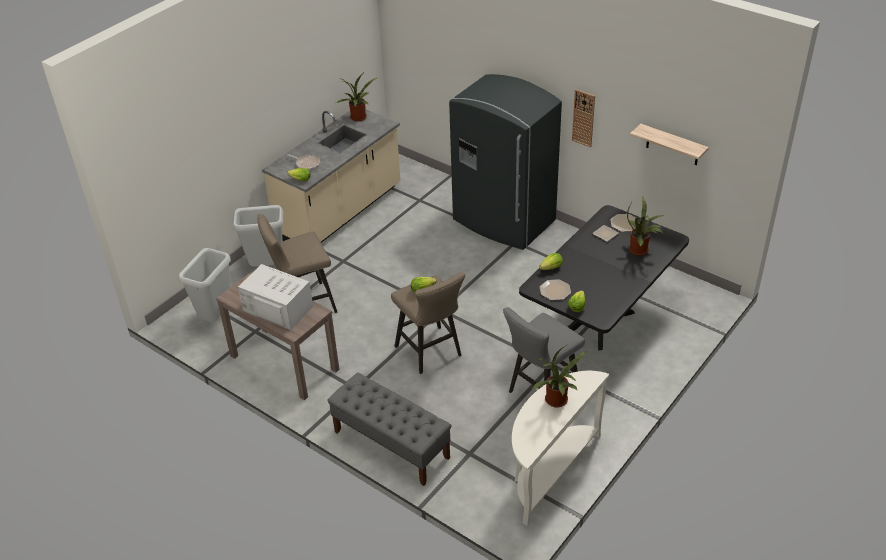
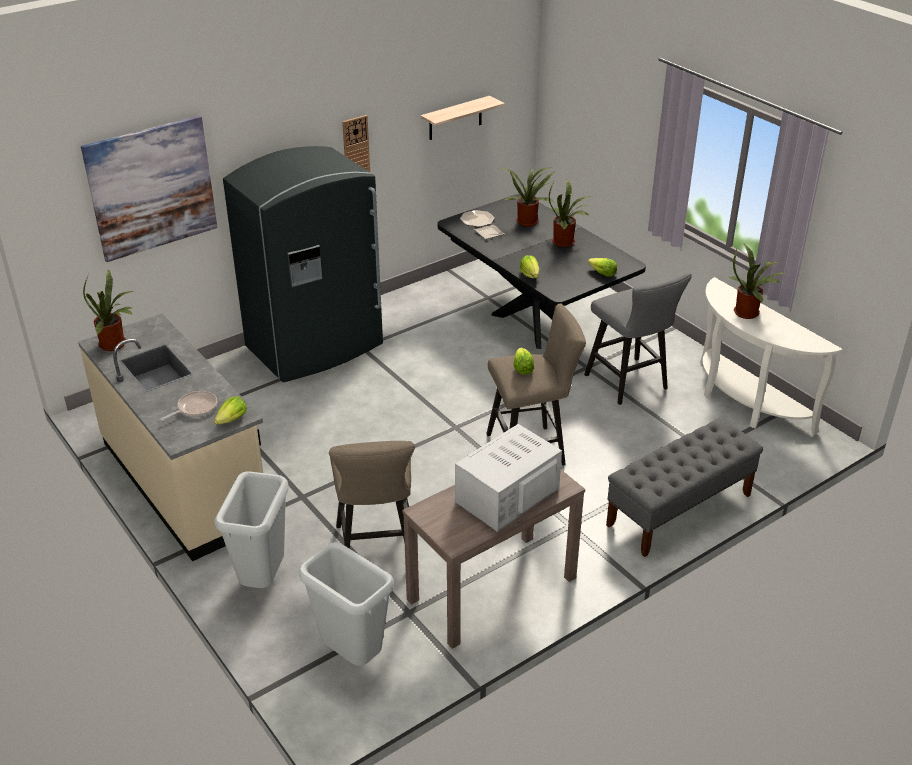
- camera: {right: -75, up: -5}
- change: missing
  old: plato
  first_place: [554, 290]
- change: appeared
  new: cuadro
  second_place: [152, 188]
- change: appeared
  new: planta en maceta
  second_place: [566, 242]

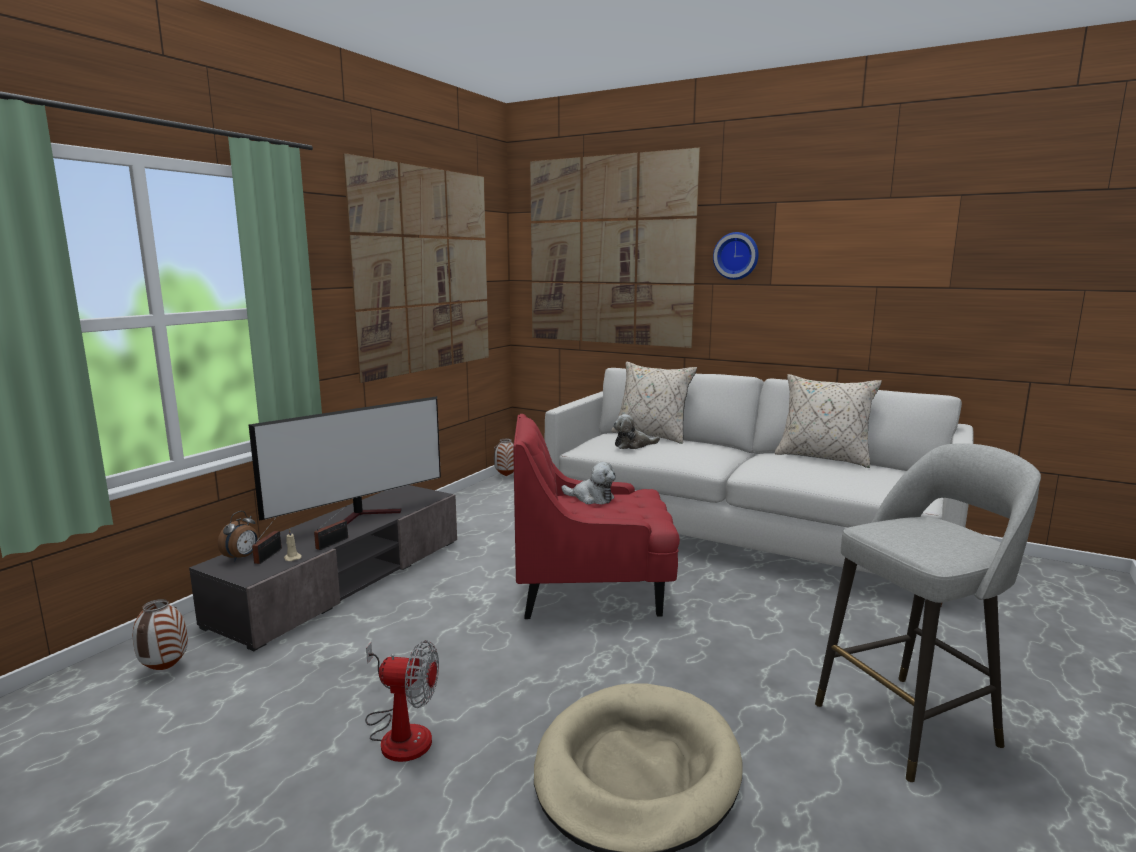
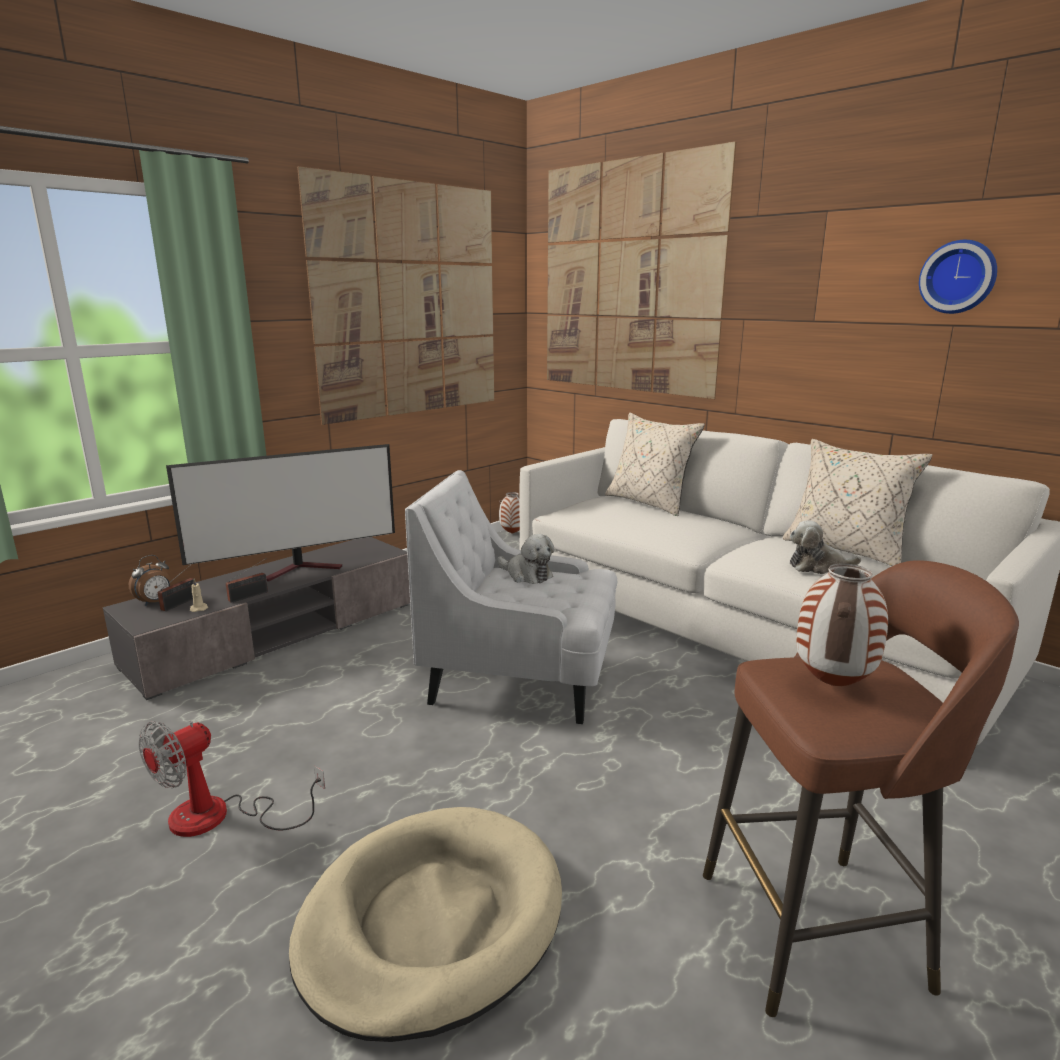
- camera: {right: 15, up: 5}
- change: relocated
  old: reloj de pared
  first_place: [736, 256]
  second_place: [958, 277]
- change: colour
  old: sillón [rojo]
  new: sillón [blanco]
  first_place: [592, 591]
  second_place: [521, 681]
- change: relocated
  old: peluche
  first_place: [633, 445]
  second_place: [818, 566]
- change: colour
  old: taburete [gris]
  new: taburete [marrón]
  first_place: [910, 724]
  second_place: [818, 929]
- change: relocated
  old: florero
  first_place: [165, 668]
  second_place: [831, 684]
- change: spun
  old: ventilador
  first_place: [400, 732]
  second_place: [219, 817]
  degrees: 105

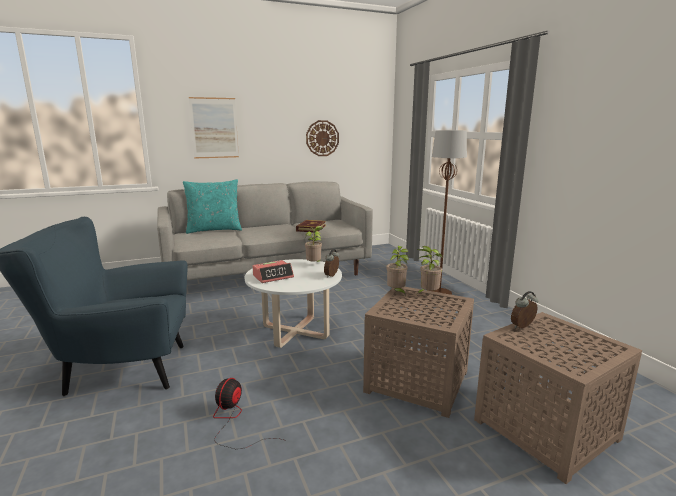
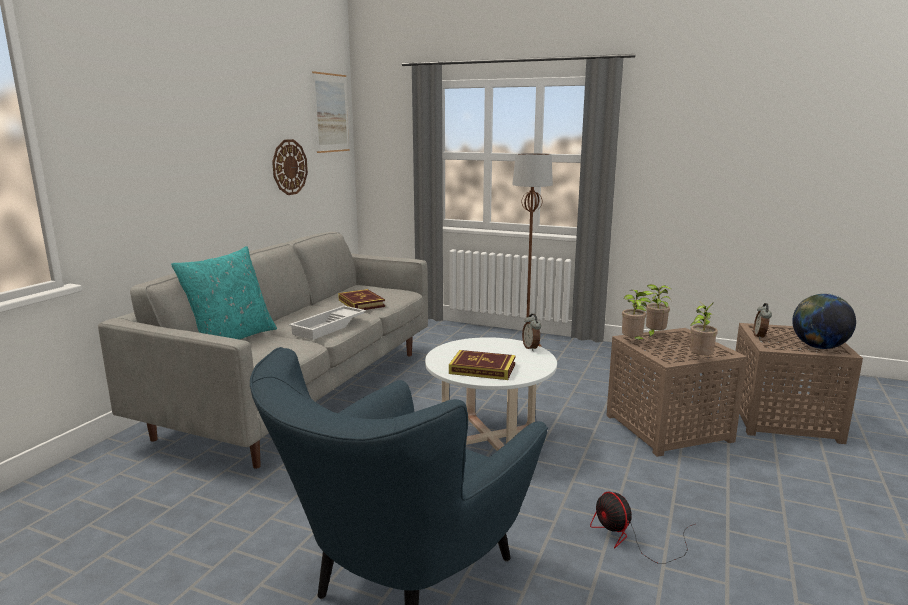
- camera: {right: -45, up: 0}
- change: relocated
  old: cuadro
  first_place: [214, 128]
  second_place: [331, 113]
- change: relocated
  old: planta en maceta
  first_place: [314, 264]
  second_place: [700, 359]
- change: exchanged
  old: despertador
  new: libro
  first_place: [273, 276]
  second_place: [482, 369]
- change: appeared
  new: globo terráqueo
  second_place: [818, 347]
- change: appeared
  new: bandeja [blanco]
  second_place: [329, 327]

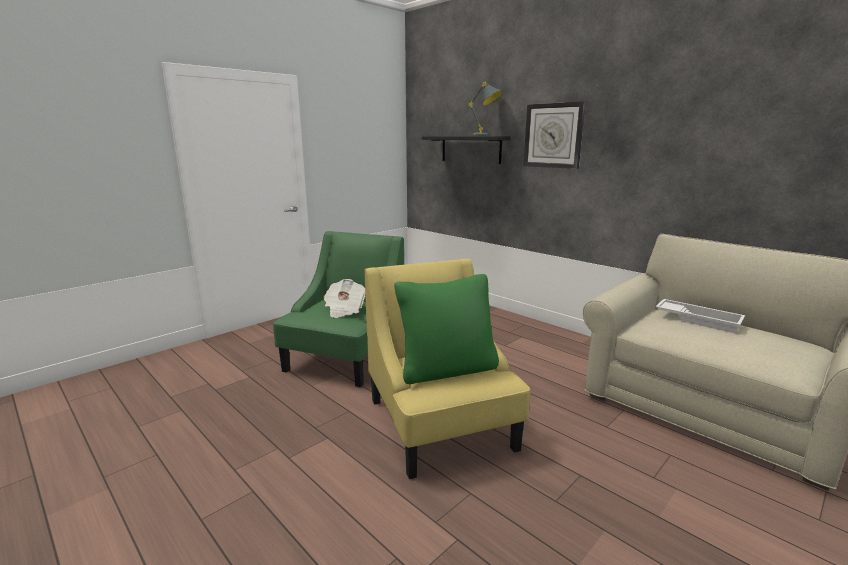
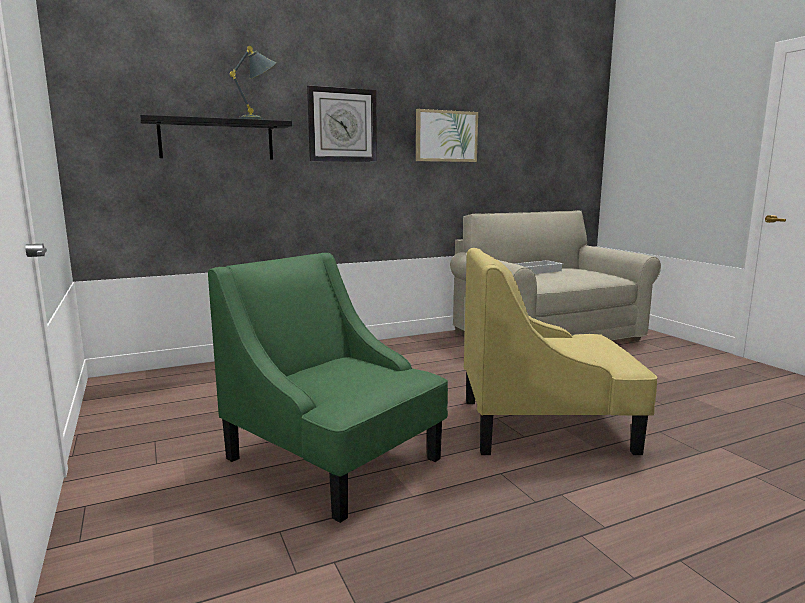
- camera: {right: -70, up: -5}
- change: missing
  old: cojín [verde]
  first_place: [447, 369]
- change: missing
  old: periódico
  first_place: [344, 309]
- change: appeared
  new: cuadro
  second_place: [446, 136]

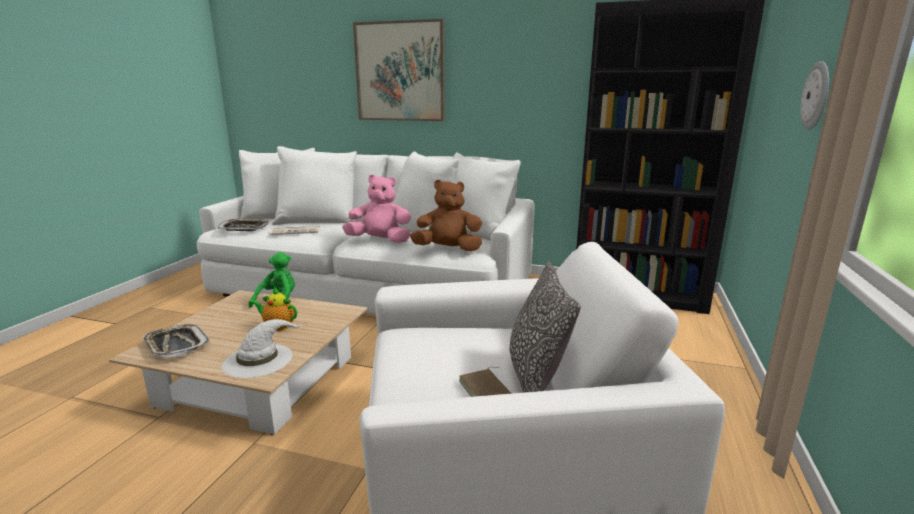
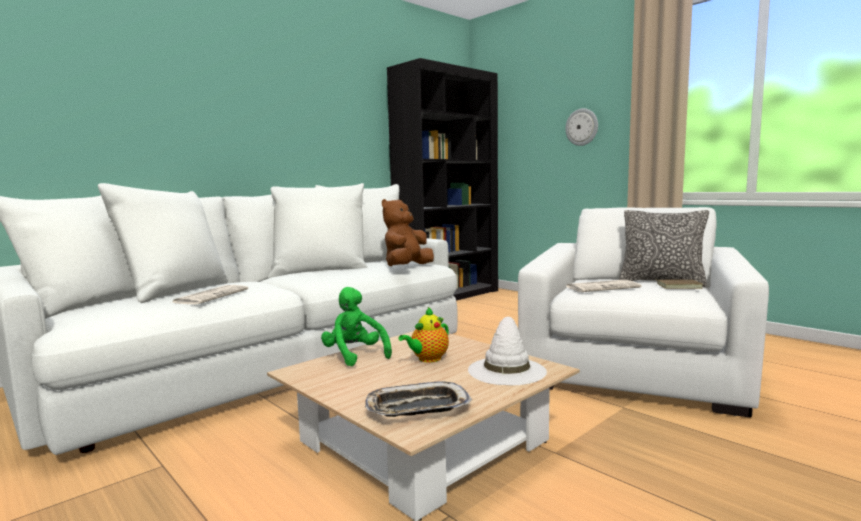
- camera: {right: -60, up: -10}
- change: missing
  old: cuadro
  first_place: [400, 72]
- change: missing
  old: peluche [rosa]
  first_place: [380, 241]
- change: missing
  old: bandeja
  first_place: [244, 228]
- change: appeared
  new: periódico
  second_place: [603, 287]

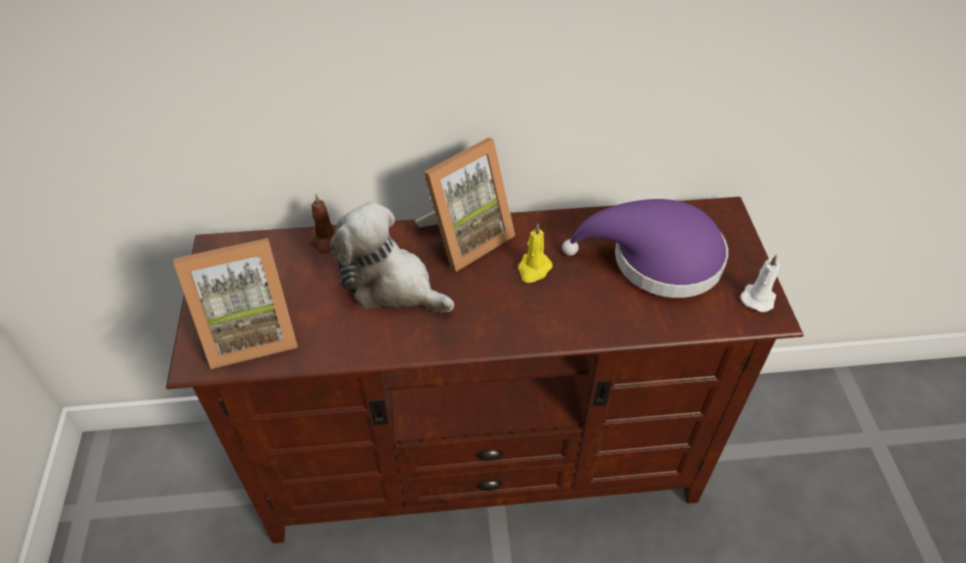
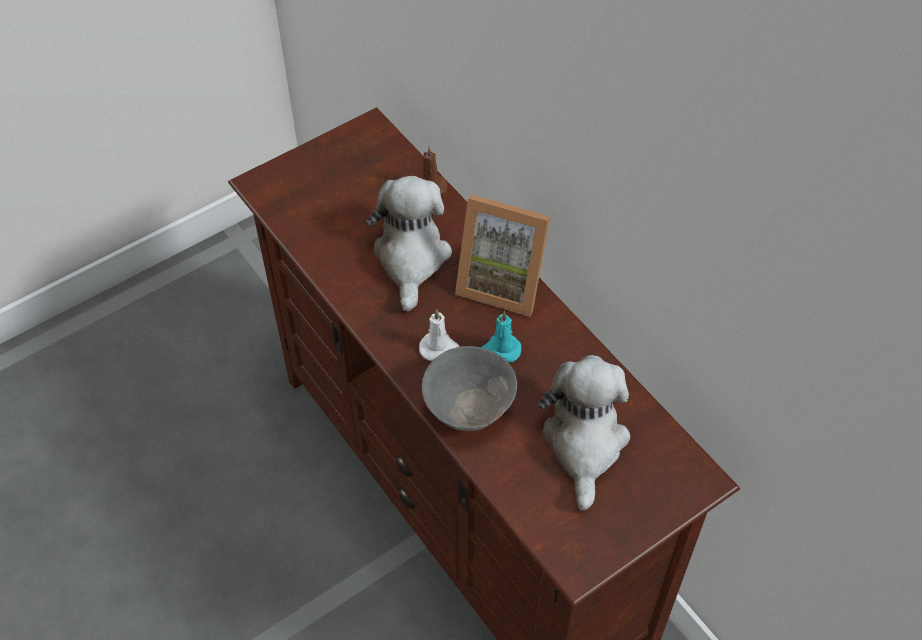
- camera: {right: 60, up: 5}
- change: exchanged
  old: sombrero [morado]
  new: peluche
  first_place: [656, 259]
  second_place: [584, 443]
- change: colour
  old: vela [amarillo]
  new: vela [turquesa]
  first_place: [533, 269]
  second_place: [500, 350]
- change: missing
  old: portarretratos
  first_place: [250, 332]
- change: relocated
  old: vela [blanco]
  first_place: [758, 297]
  second_place: [439, 348]
- change: appeared
  new: cuenco [gris]
  second_place: [469, 410]

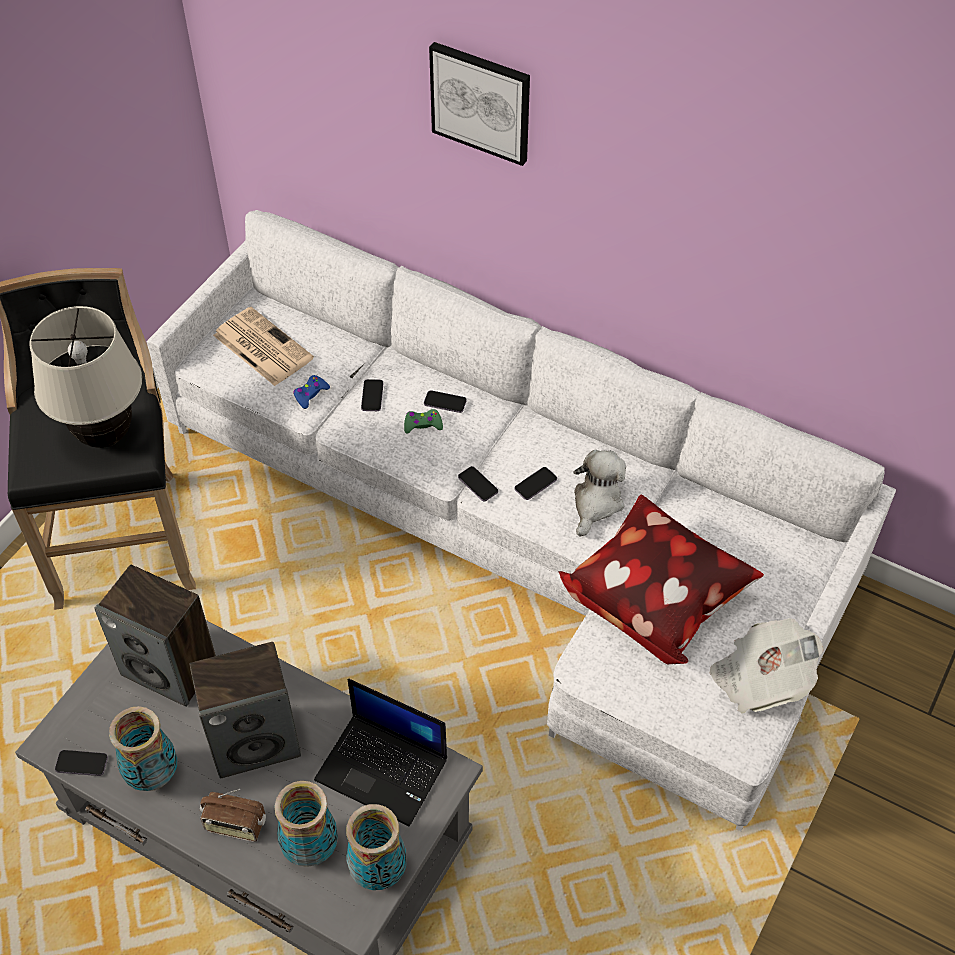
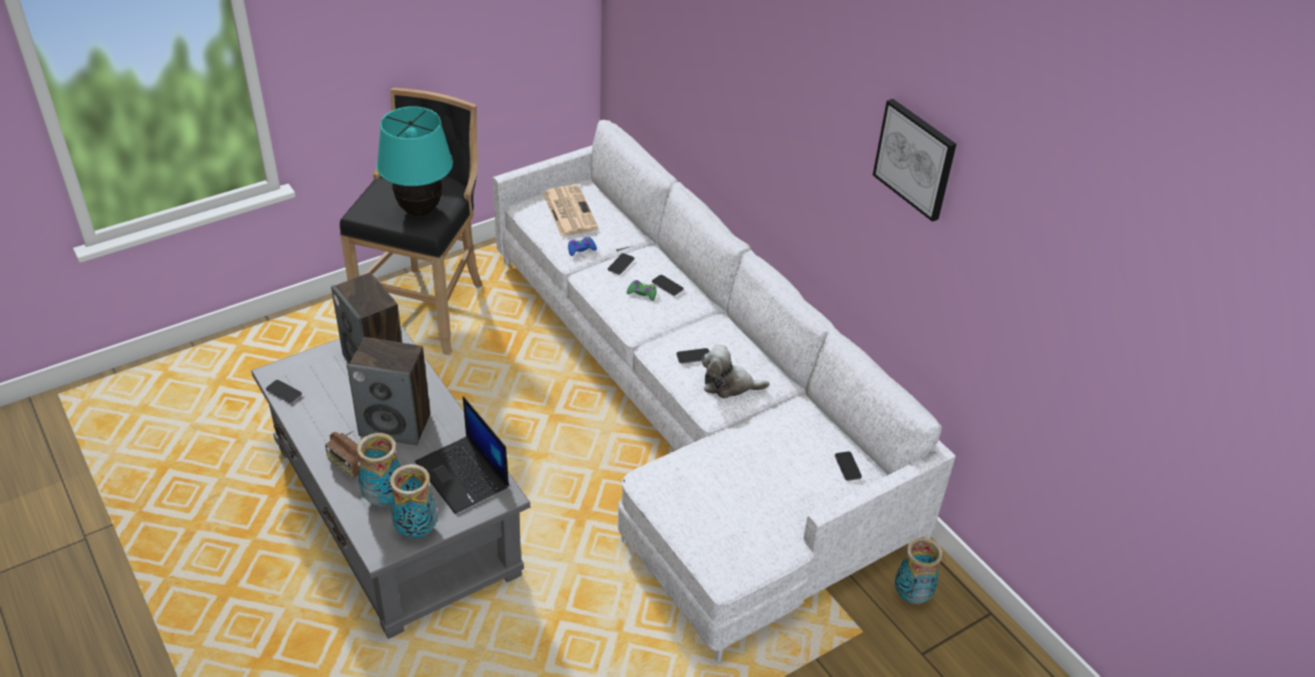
- camera: {right: 25, up: -10}
- change: relocated
  old: cuadro
  first_place: [481, 102]
  second_place: [915, 159]
- change: colour
  old: lámpara de mesa [beis]
  new: lámpara de mesa [turquesa]
  first_place: [106, 436]
  second_place: [419, 211]
- change: spun
  old: peluche
  first_place: [596, 503]
  second_place: [729, 385]
  degrees: -135
- change: relocated
  old: móvil
  first_place: [478, 485]
  second_place: [847, 467]
- change: missing
  old: cojín
  first_place: [654, 600]
- change: missing
  old: periódico
  first_place: [760, 678]
- change: relocated
  old: florero
  first_place: [154, 775]
  second_place: [912, 596]

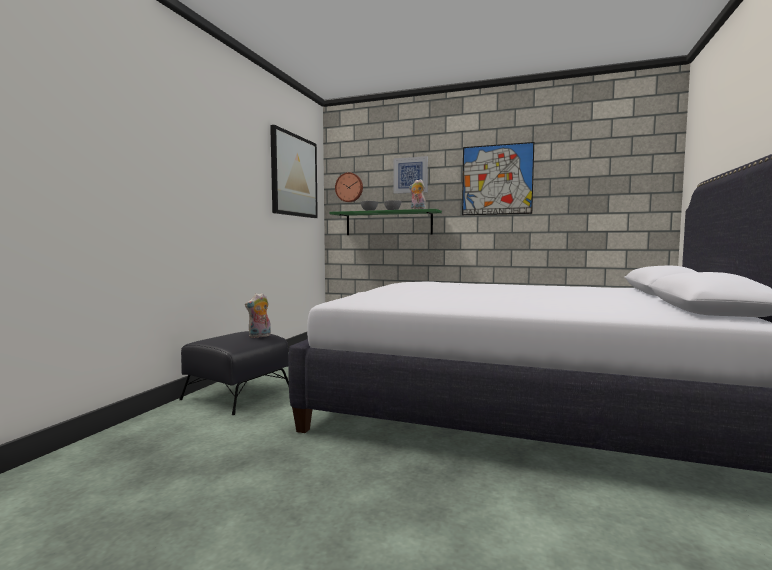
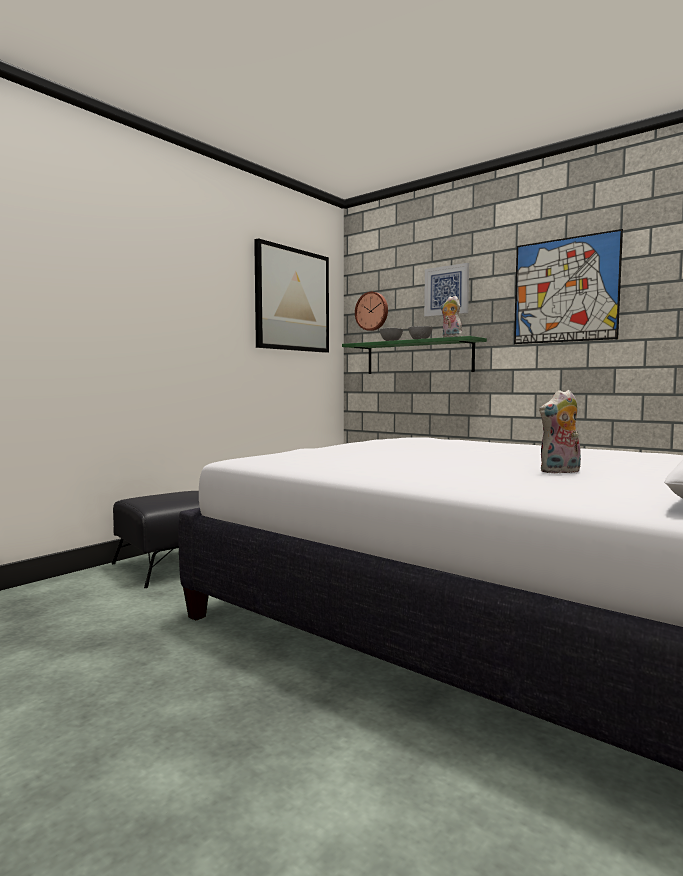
- camera: {right: 20, up: 0}
- change: relocated
  old: peluche
  first_place: [259, 336]
  second_place: [560, 472]

